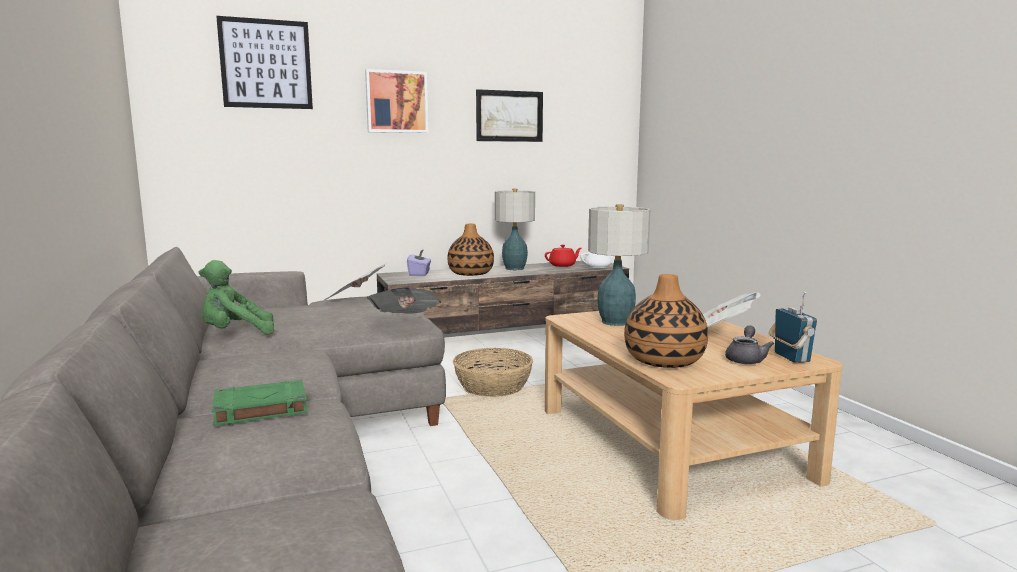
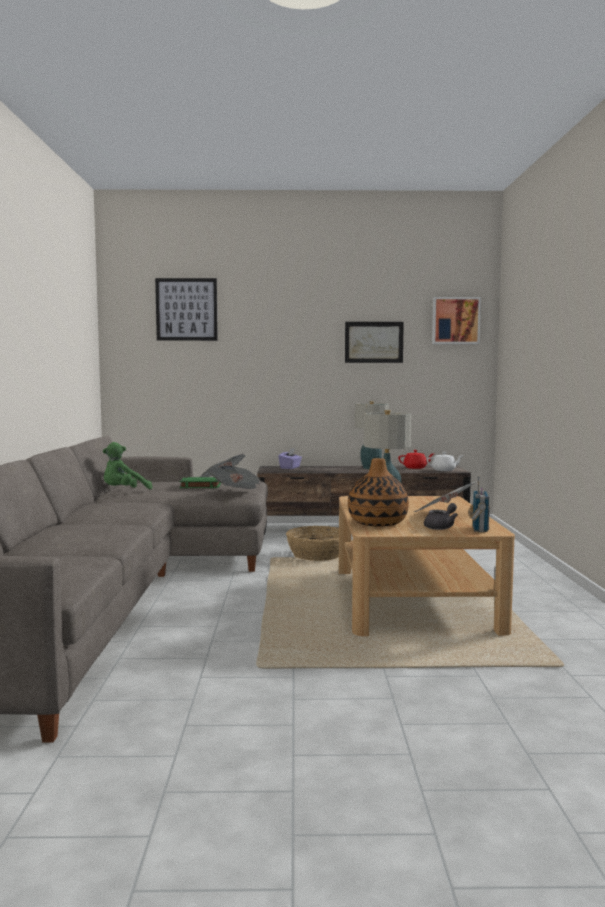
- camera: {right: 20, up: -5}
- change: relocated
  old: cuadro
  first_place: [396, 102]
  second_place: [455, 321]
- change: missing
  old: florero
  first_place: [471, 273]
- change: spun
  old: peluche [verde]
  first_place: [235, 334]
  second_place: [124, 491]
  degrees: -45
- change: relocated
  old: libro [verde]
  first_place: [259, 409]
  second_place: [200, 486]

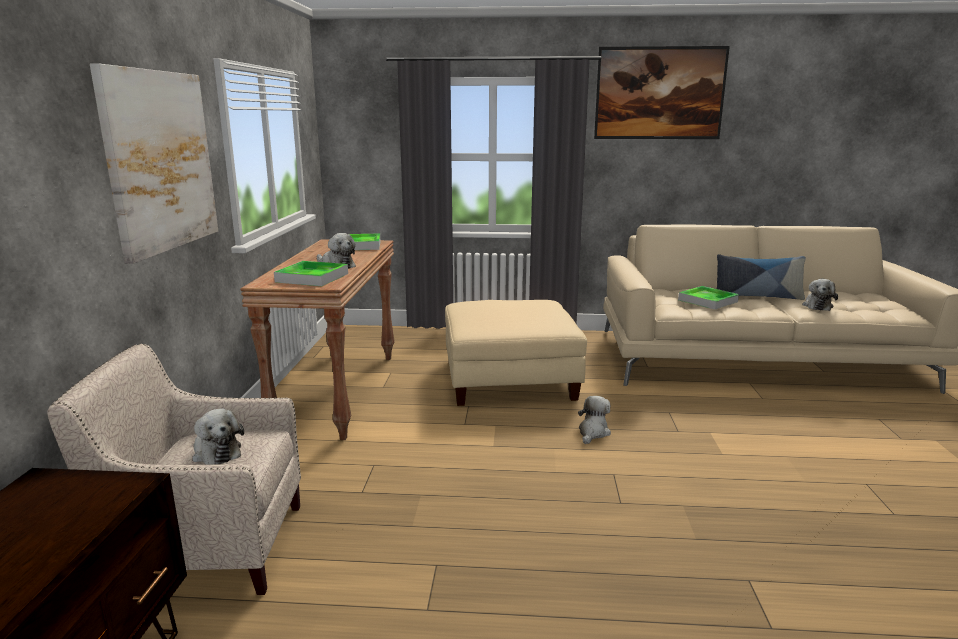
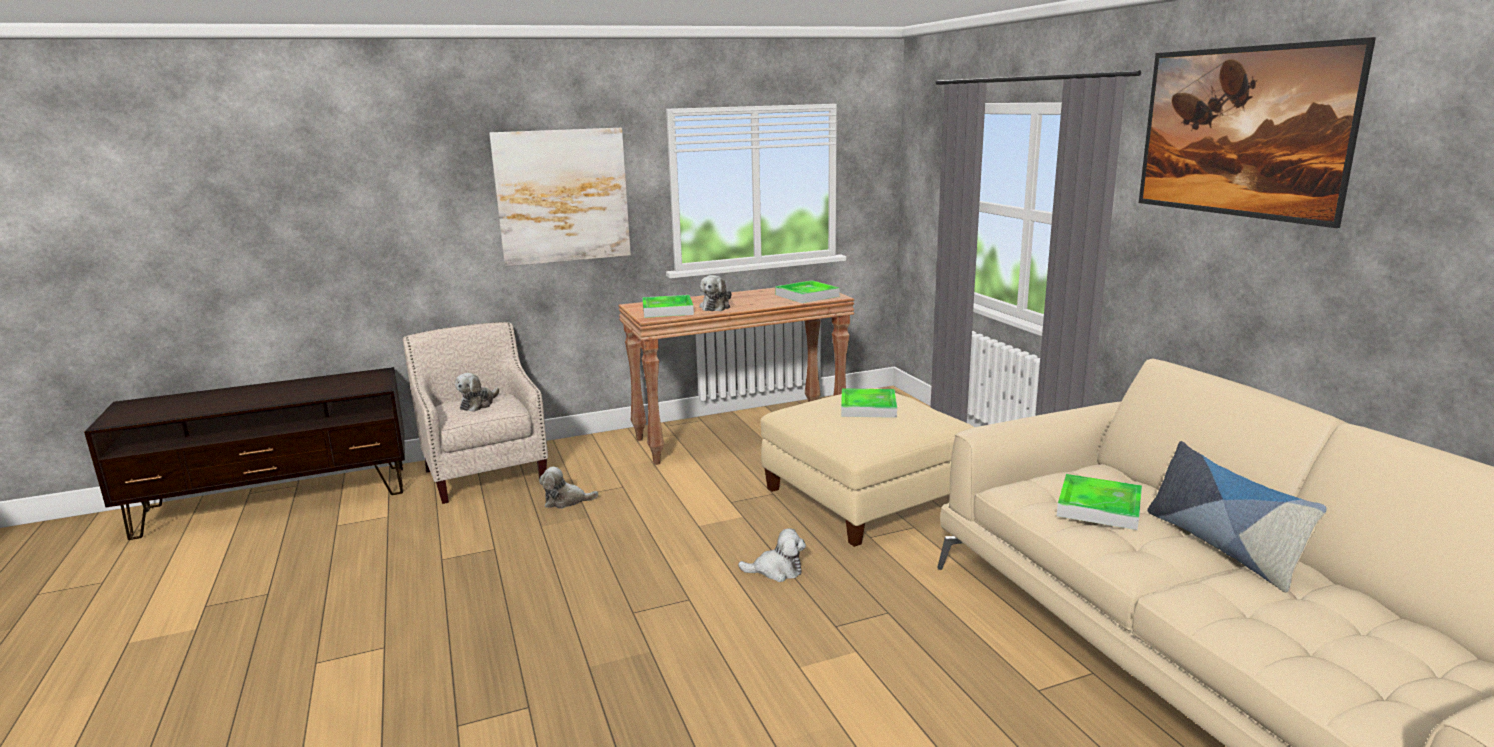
- camera: {right: 65, up: 0}
- change: relocated
  old: peluche
  first_place: [817, 306]
  second_place: [566, 501]
- change: appeared
  new: bandeja
  second_place: [868, 407]

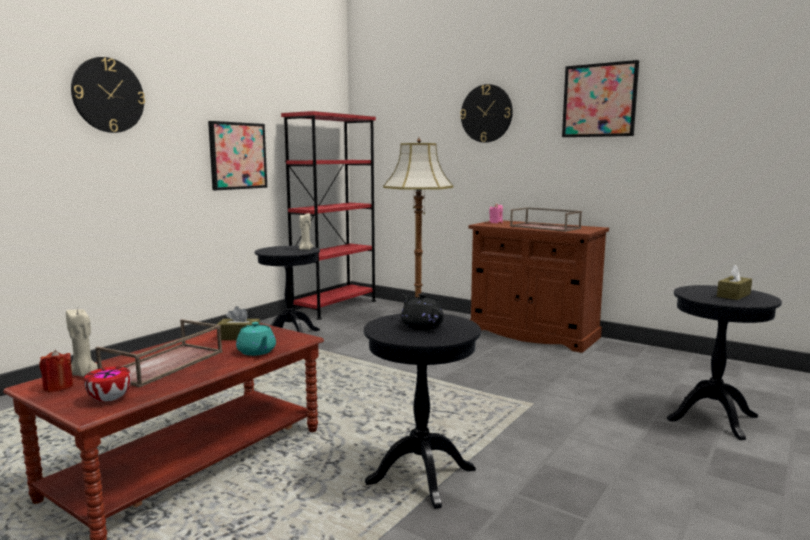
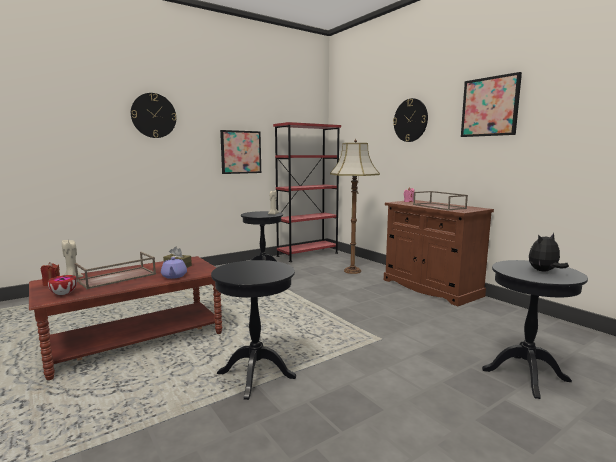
- camera: {right: 20, up: 0}
- change: exchanged
  old: caja de pañuelos [marrón]
  new: peluche
  first_place: [733, 295]
  second_place: [544, 271]
- change: missing
  old: tetera [negro]
  first_place: [421, 325]
- change: colour
  old: tetera [turquesa]
  new: tetera [morado]
  first_place: [257, 352]
  second_place: [174, 276]

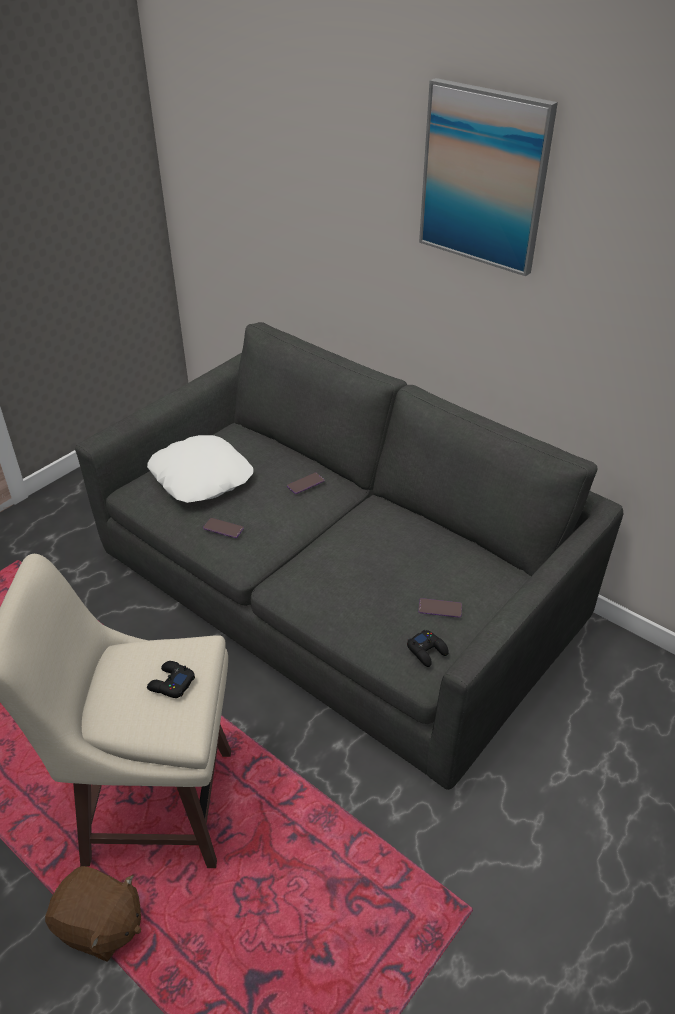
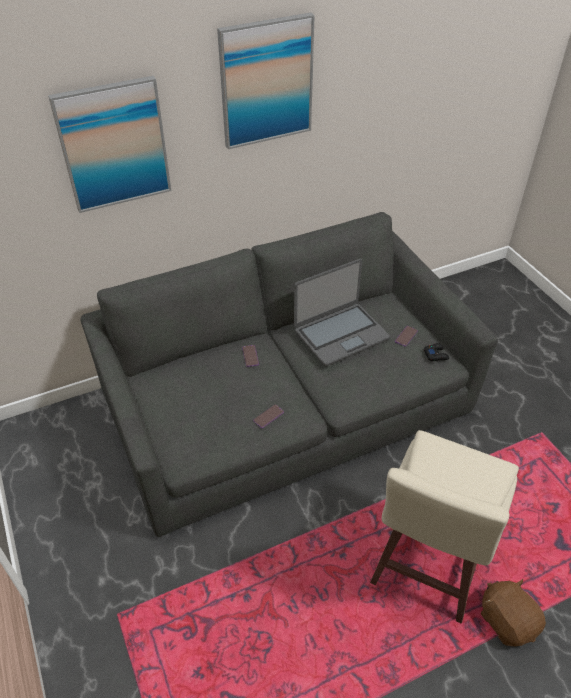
- camera: {right: -65, up: 5}
- change: missing
  old: cojín [blanco]
  first_place: [202, 477]
- change: missing
  old: mando de consola [negro]
  first_place: [171, 683]
- change: spun
  old: peluche [marrón]
  first_place: [100, 926]
  second_place: [507, 620]
  degrees: -75
- change: appeared
  new: cuadro
  second_place: [113, 145]
- change: appeared
  new: portátil
  second_place: [340, 334]

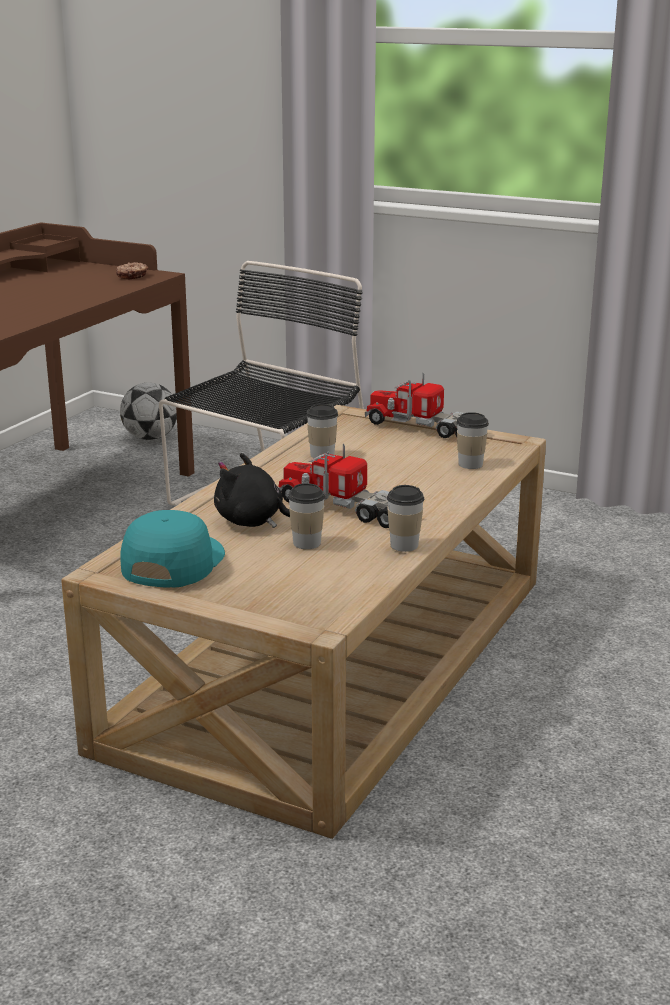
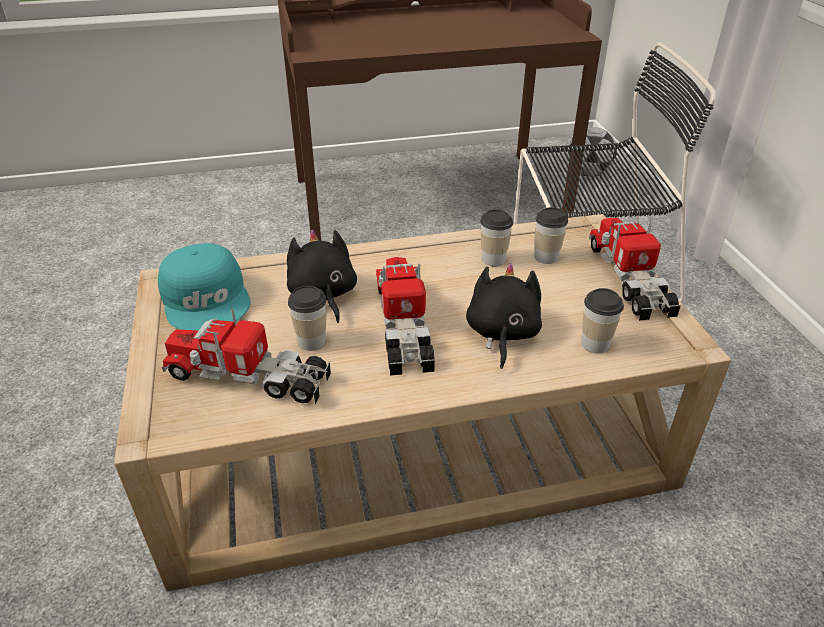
- camera: {right: 50, up: 15}
- change: missing
  old: rosquilla
  first_place: [133, 276]
- change: relocated
  old: taza
  first_place: [404, 545]
  second_place: [546, 257]
- change: spun
  old: gorra [turquesa]
  first_place: [171, 561]
  second_place: [207, 298]
  degrees: 90
- change: appeared
  new: peluche [negro]
  second_place: [501, 334]
- change: appeared
  new: camión de juguete
  second_place: [249, 376]

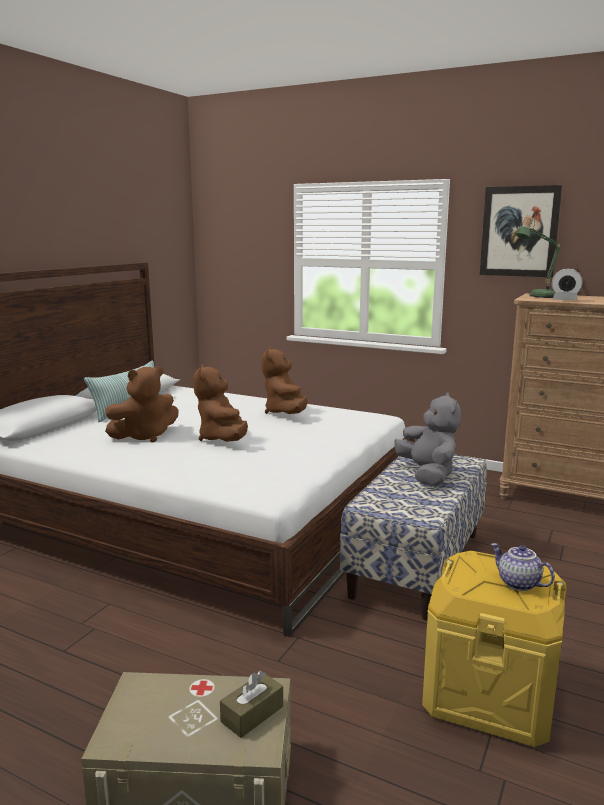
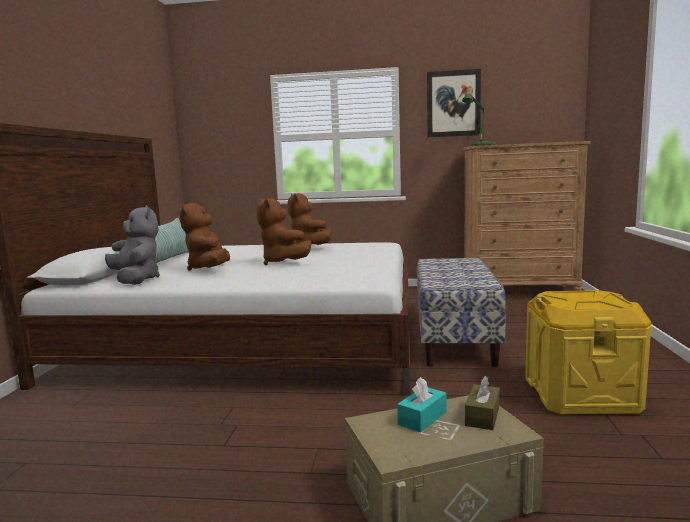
- camera: {right: -20, up: -5}
- change: missing
  old: despertador
  first_place: [565, 300]
- change: spun
  old: peluche [marrón]
  first_place: [145, 436]
  second_place: [209, 269]
  degrees: 135
- change: relocated
  old: peluche [gris]
  first_place: [428, 475]
  second_place: [136, 280]
- change: missing
  old: tetera
  first_place: [518, 583]
- change: appeared
  new: caja de pañuelos [turquesa]
  second_place: [422, 418]

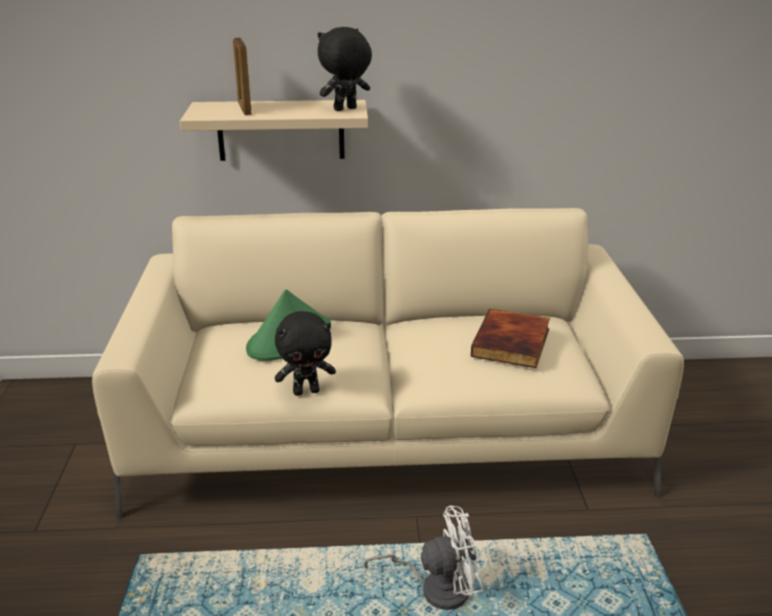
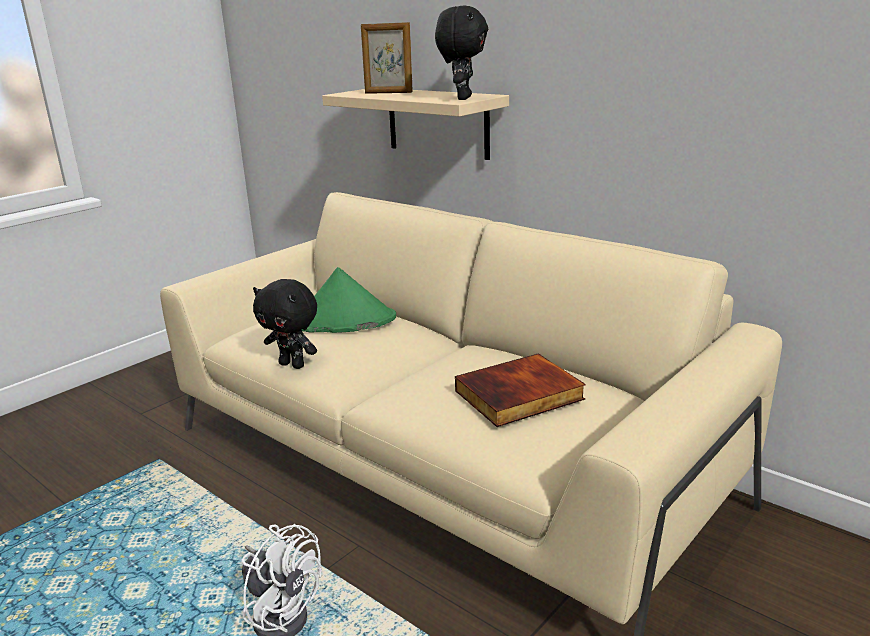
- camera: {right: 45, up: -5}
- change: spun
  old: peluche [negro]
  first_place: [345, 109]
  second_place: [462, 98]
  degrees: 90
- change: spun
  old: portarretratos
  first_place: [244, 109]
  second_place: [388, 93]
  degrees: -105

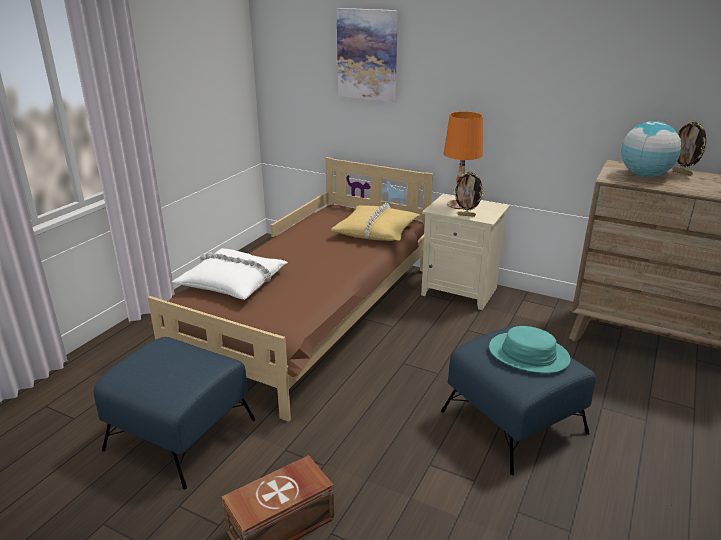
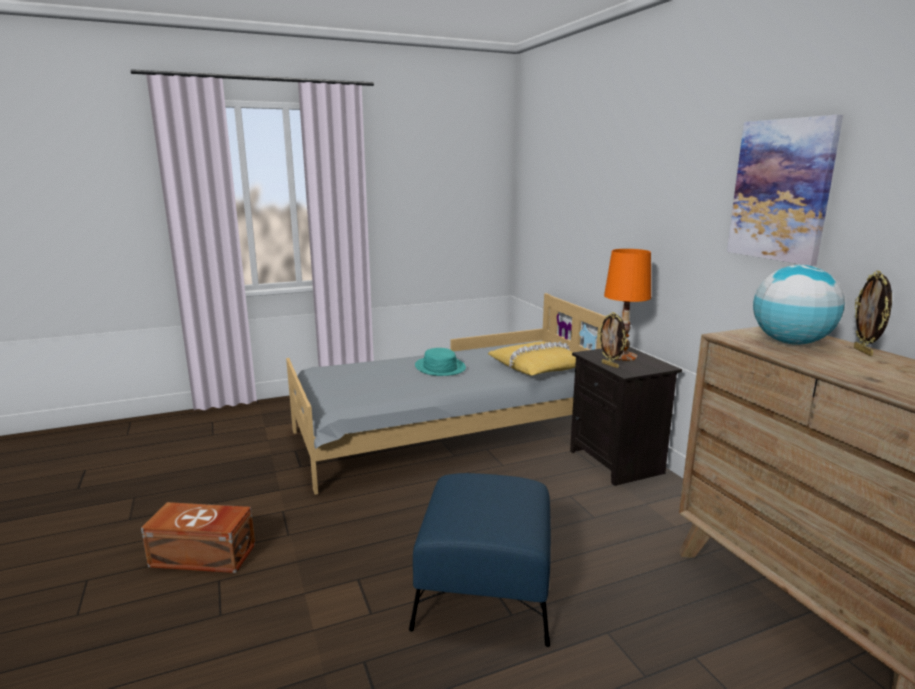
- camera: {right: 40, up: -10}
- change: relocated
  old: cuadro
  first_place: [367, 55]
  second_place: [781, 190]
- change: colour
  old: cama [marrón]
  new: cama [gris]
  first_place: [314, 316]
  second_place: [448, 433]
- change: colour
  old: mesita de noche [beis]
  new: mesita de noche [negro]
  first_place: [461, 291]
  second_place: [618, 462]
- change: missing
  old: cojín [blanco]
  first_place: [233, 282]
- change: relocated
  old: sombrero [turquesa]
  first_place: [528, 354]
  second_place: [440, 367]
- change: missing
  old: puf [azul]
  first_place: [181, 435]

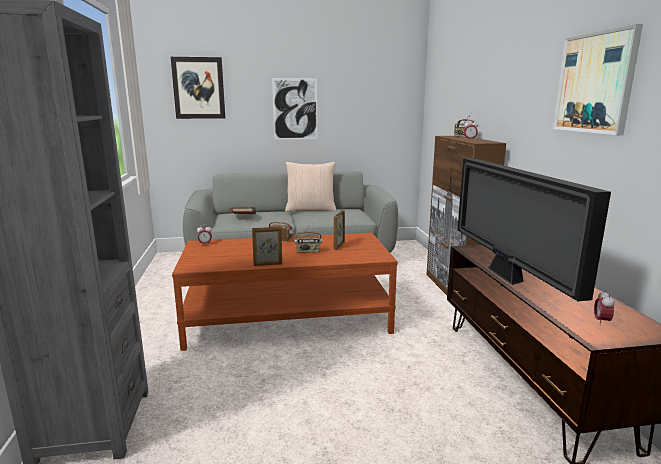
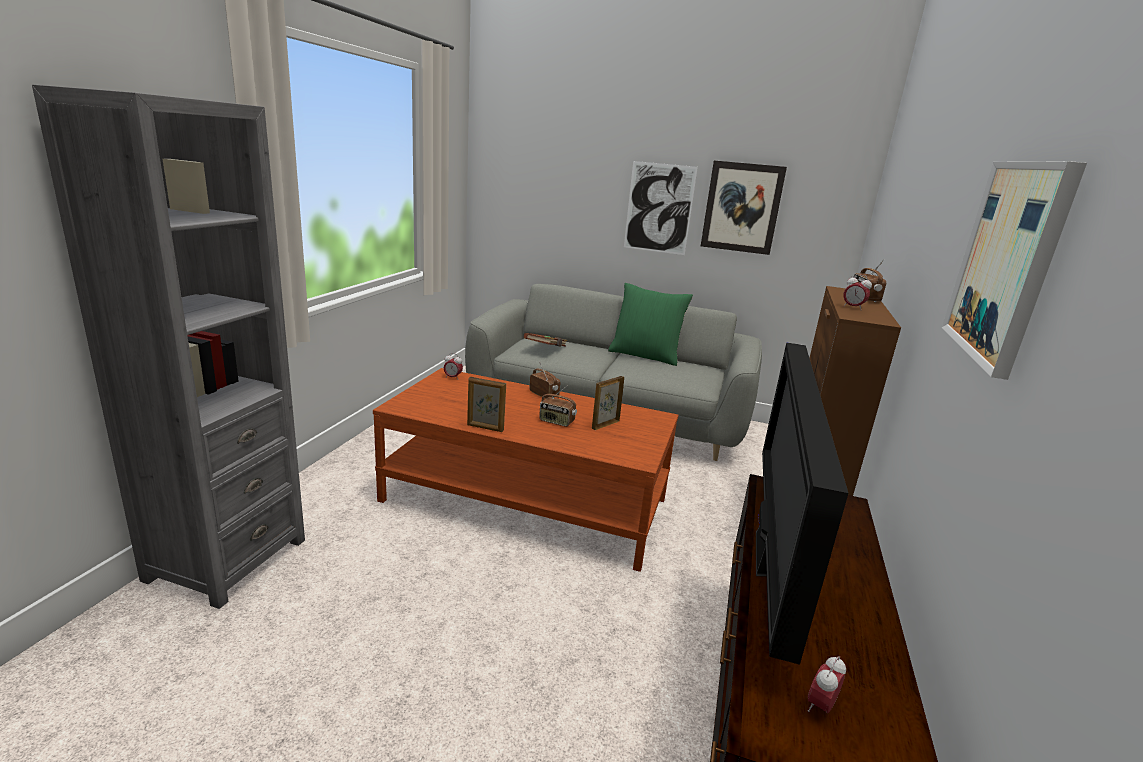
- camera: {right: 25, up: 5}
- change: relocated
  old: cuadro
  first_place: [198, 88]
  second_place: [742, 207]
- change: colour
  old: cojín [beis]
  new: cojín [verde]
  first_place: [311, 210]
  second_place: [645, 355]

